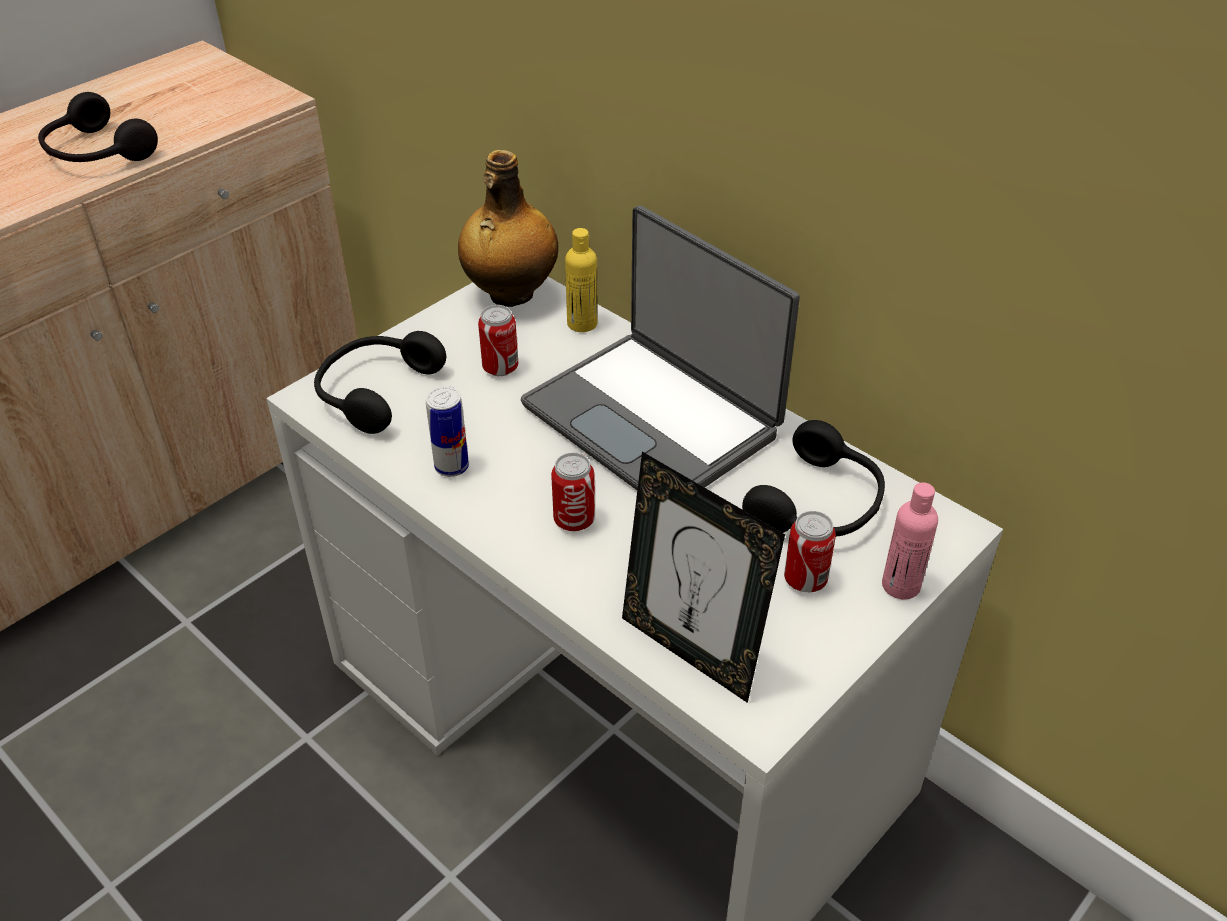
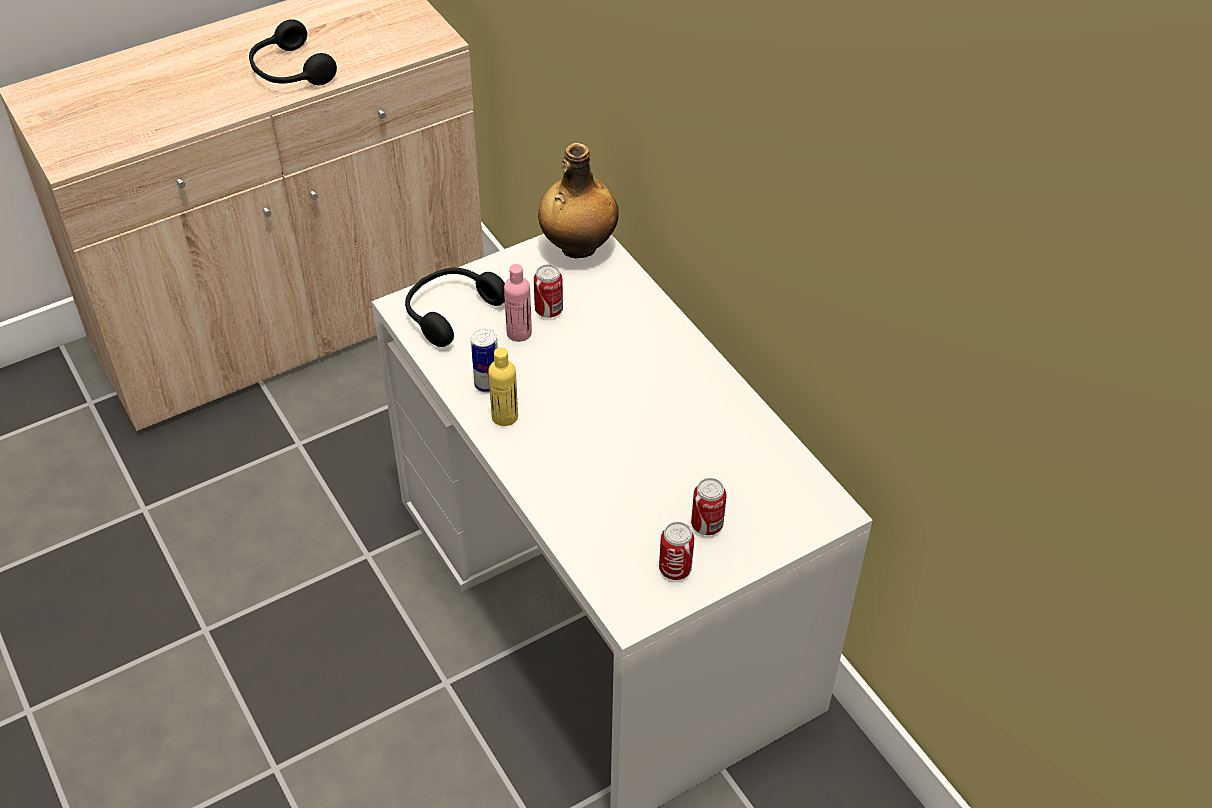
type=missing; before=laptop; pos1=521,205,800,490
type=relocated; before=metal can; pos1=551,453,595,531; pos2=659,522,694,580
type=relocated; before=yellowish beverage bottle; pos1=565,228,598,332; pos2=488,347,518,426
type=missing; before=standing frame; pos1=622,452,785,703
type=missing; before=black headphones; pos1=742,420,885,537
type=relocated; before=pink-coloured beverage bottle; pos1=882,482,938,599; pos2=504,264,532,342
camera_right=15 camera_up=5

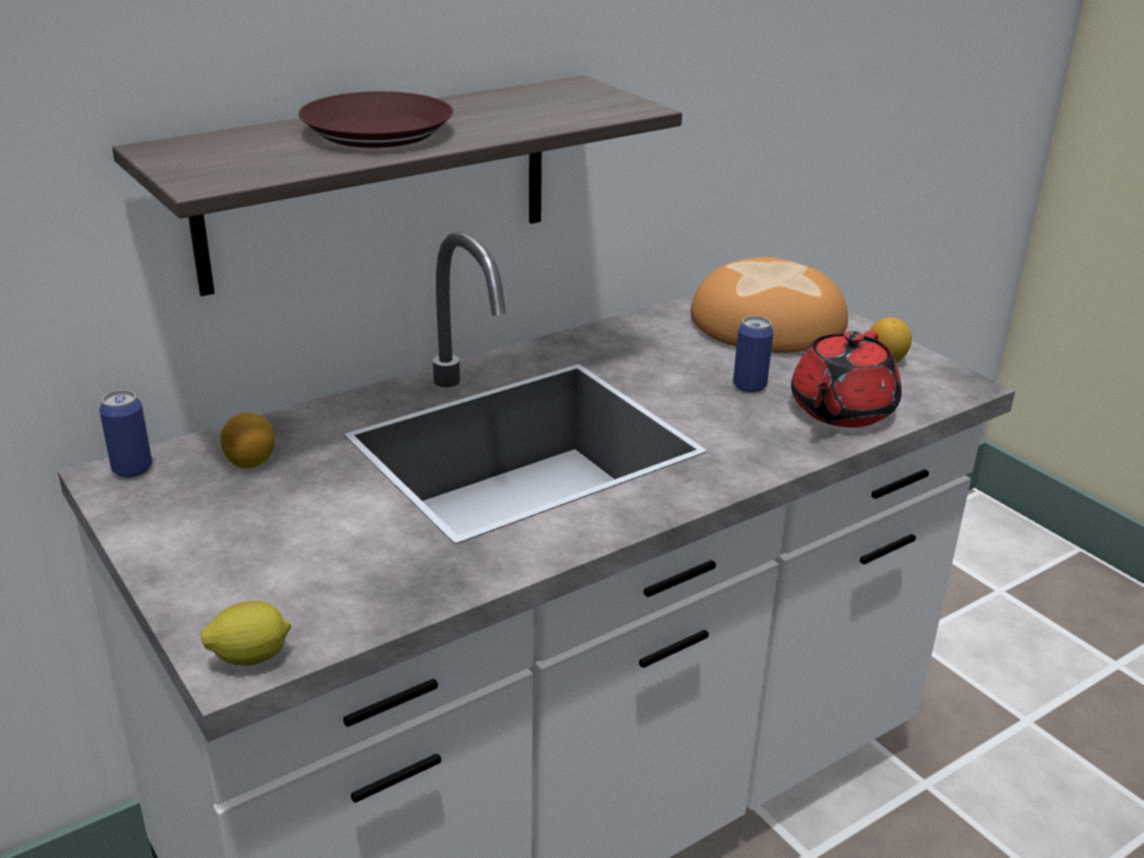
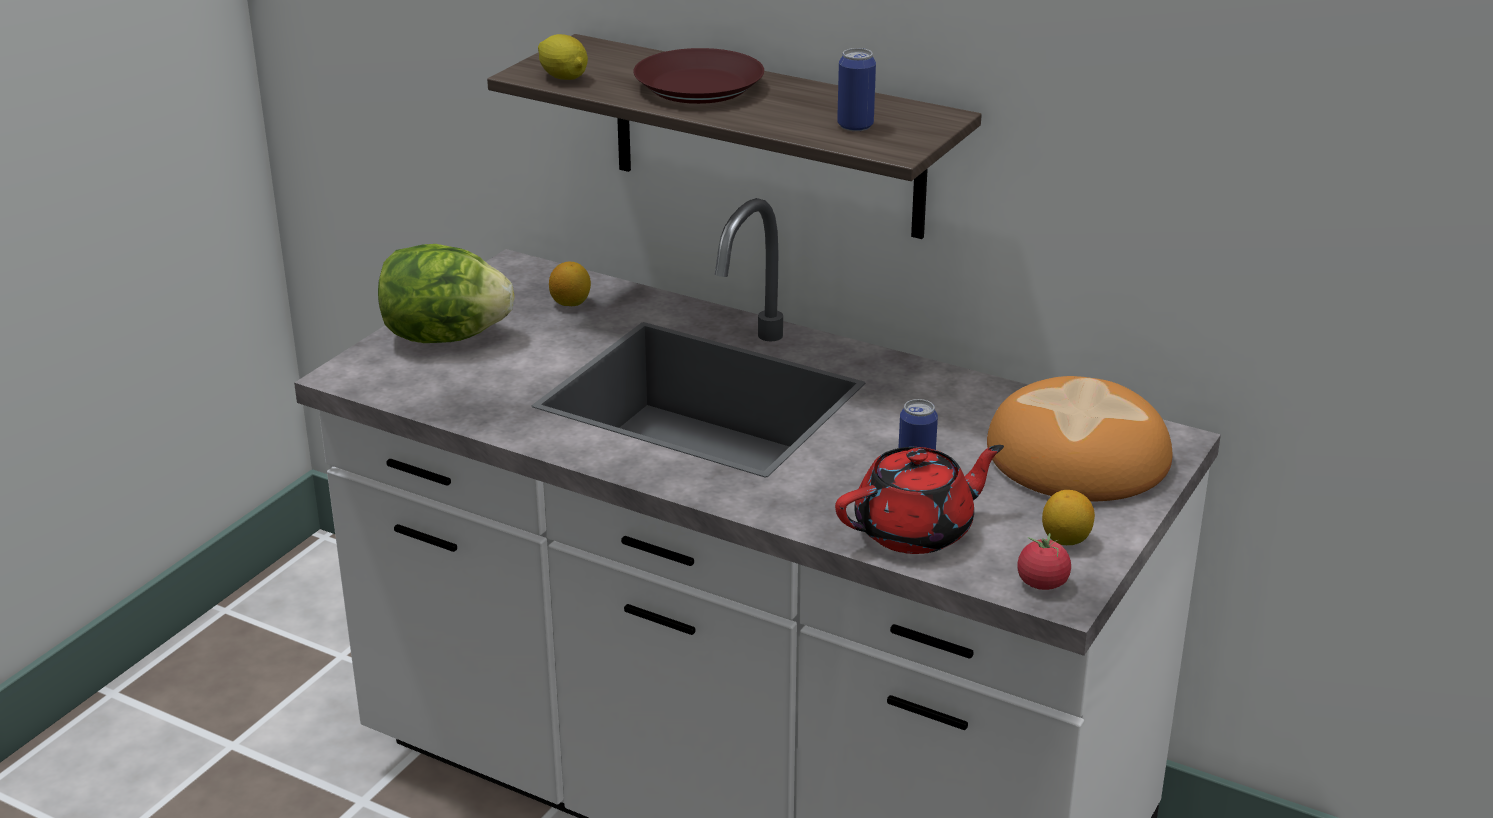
type=relocated; before=metal can; pos1=99,390,152,478; pos2=837,48,876,131
type=relocated; before=whole lemon; pos1=200,601,291,666; pos2=538,34,588,80
type=spun; before=red-coloured teapot; pos1=791,331,902,427; pos2=835,445,1004,554; turn=150
type=appeared; after=lettuce; pos2=378,244,515,343
type=appeared; after=fresh tomato; pos2=1017,533,1071,590
camera_right=65 camera_up=0

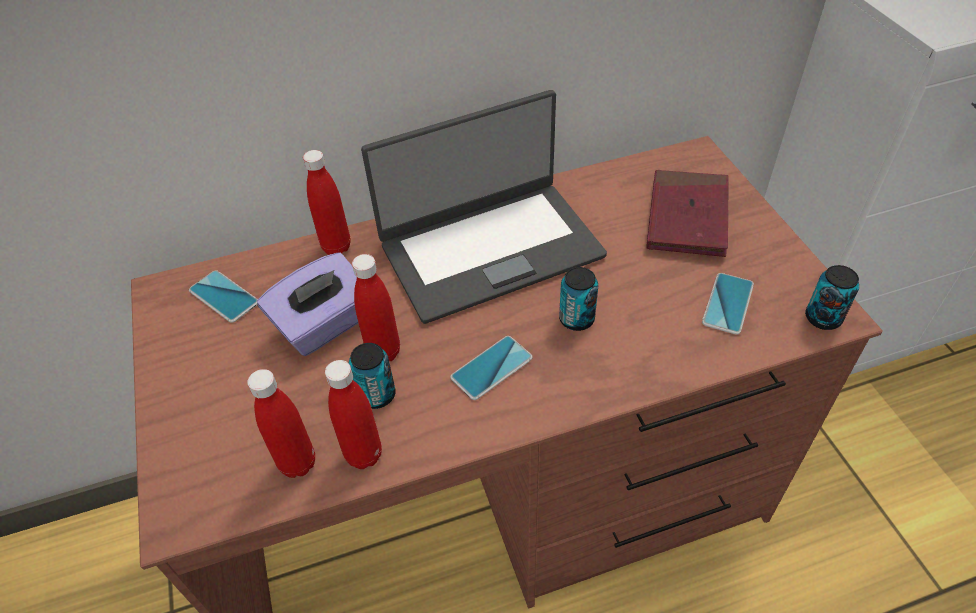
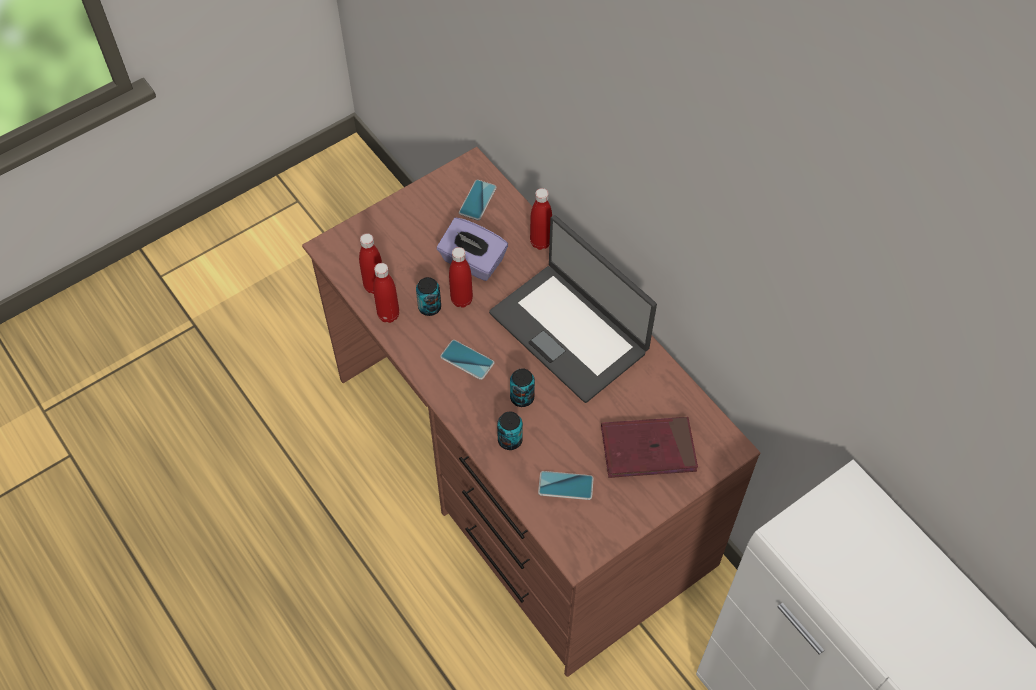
type=relocated; before=metal can; pos1=805,265,859,330; pos2=497,411,523,450
camera_right=70 camera_up=10

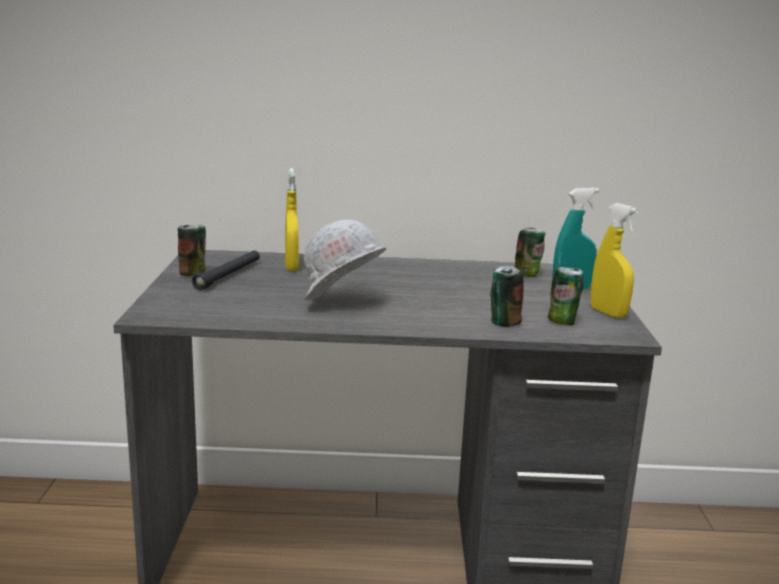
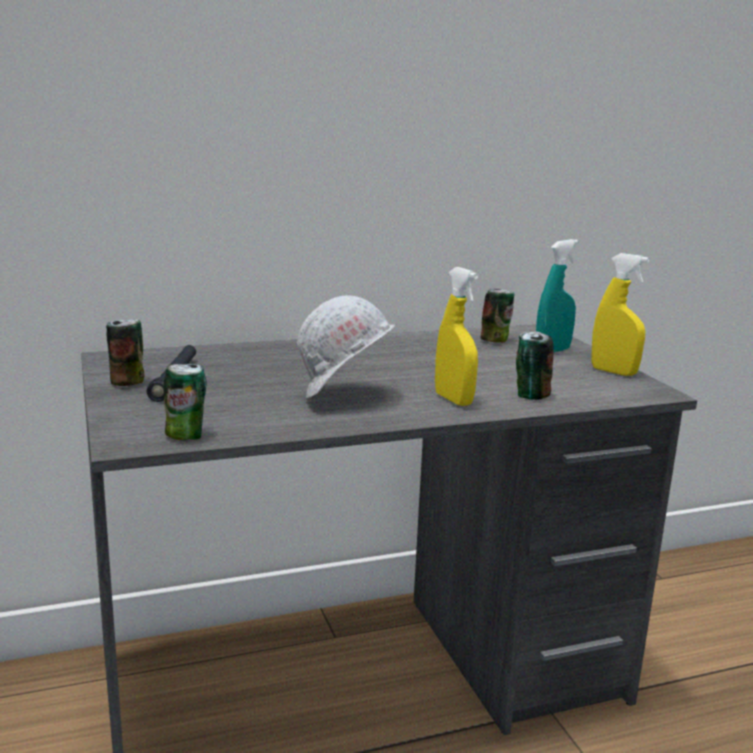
type=relocated; before=yellowish hand sprayer; pos1=285,168,299,271; pos2=435,267,478,406
type=relocated; before=metal can; pos1=548,267,584,325; pos2=164,364,207,440
camera_right=-20 camera_up=0

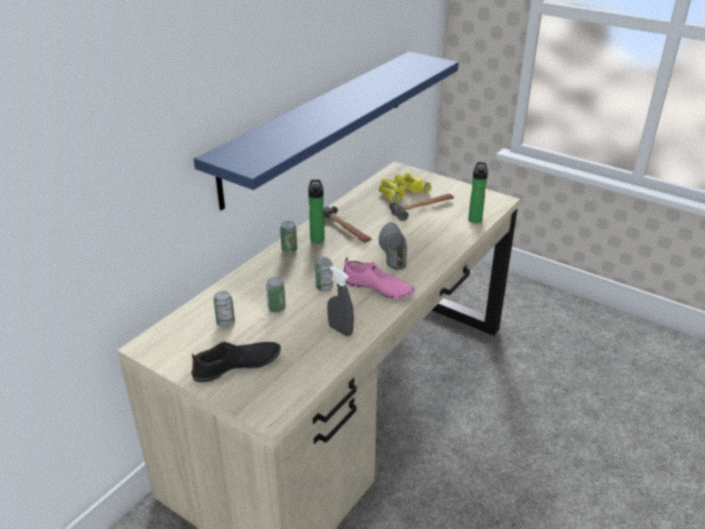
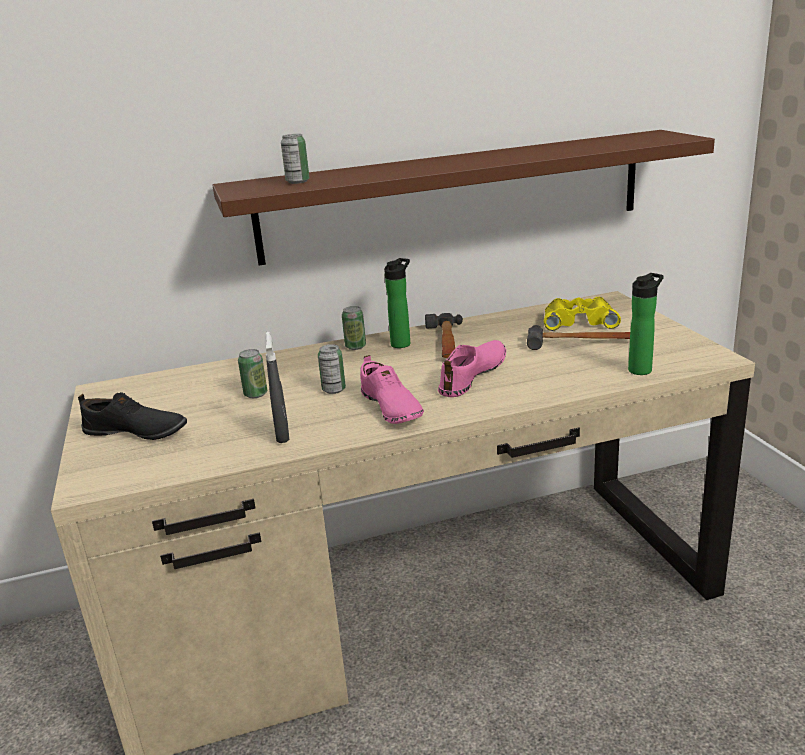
type=colour; before=blue bracket shelf; after=brown-coloured bracket shelf; pos1=194,52,459,210; pos2=213,130,715,266
type=relocated; before=metal can; pos1=213,291,235,327; pos2=281,134,310,184
type=colour; before=greyish item of footwear; after=pink-coloured item of footwear; pos1=379,222,407,270; pos2=438,340,506,397
camera_right=40 camera_up=-10

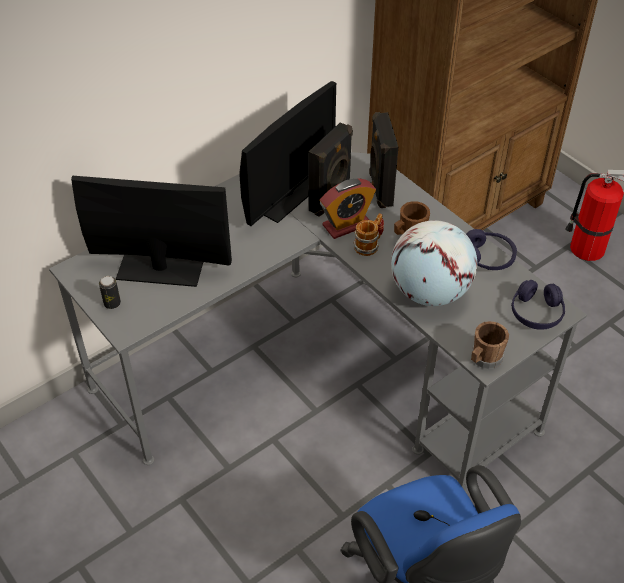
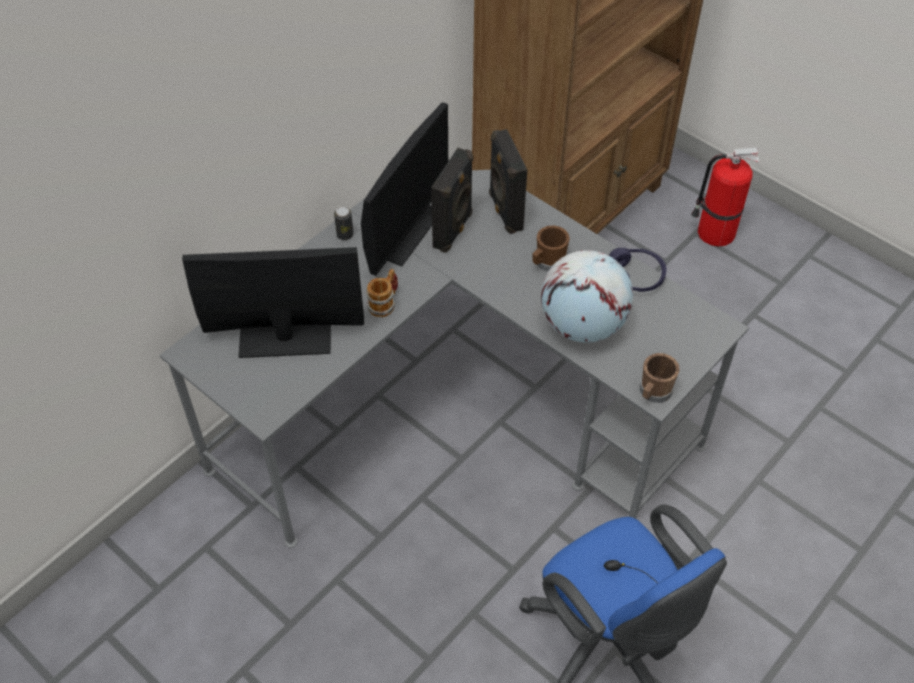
type=relocated; before=metal can; pos1=99,276,121,309; pos2=334,207,354,240
type=missing; before=table clock; pos1=320,178,376,239
type=relocated; before=coffee mug; pos1=353,213,384,256; pos2=366,269,398,317
type=missing; before=purple-coloured headphones; pos1=511,280,565,330
camera_right=-10 camera_up=5

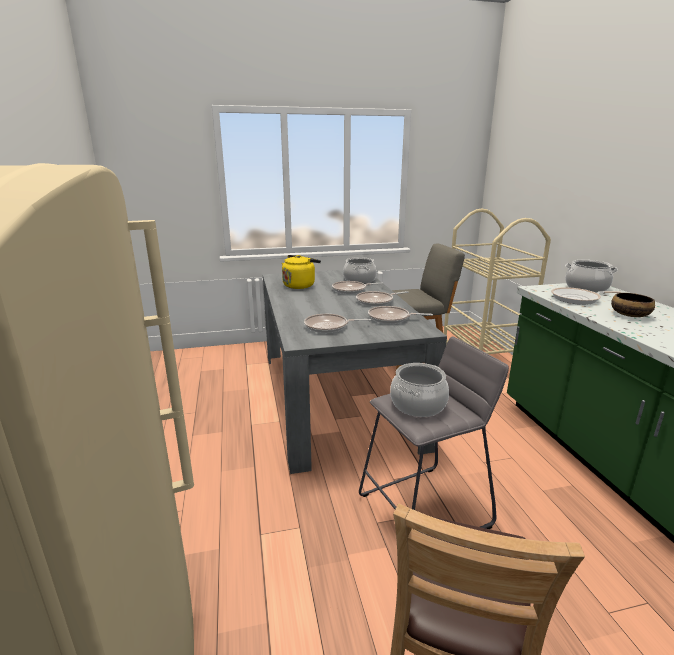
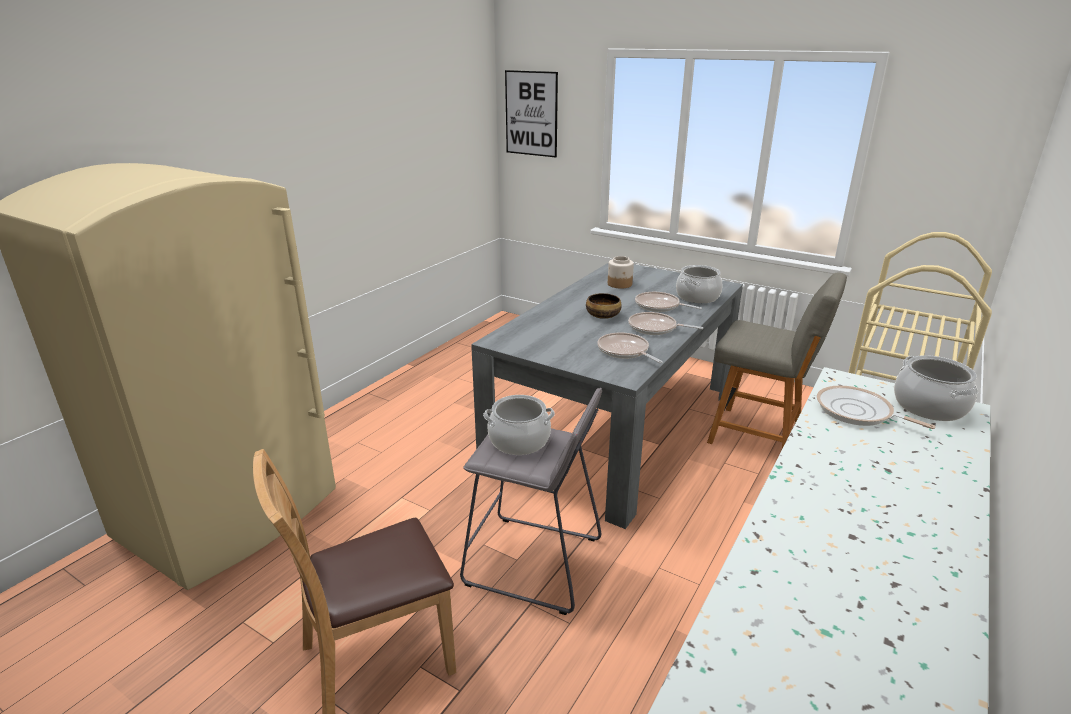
type=exchanged; before=yellowish kettle; after=preserve jar; pos1=282,255,321,289; pos2=608,256,634,288
type=missing; before=frying pan; pos1=304,314,371,333
type=relocated; before=bowl; pos1=611,293,655,317; pos2=586,293,622,319
type=appeared; after=wall art; pos2=505,70,558,157
camera_right=45 camera_up=5

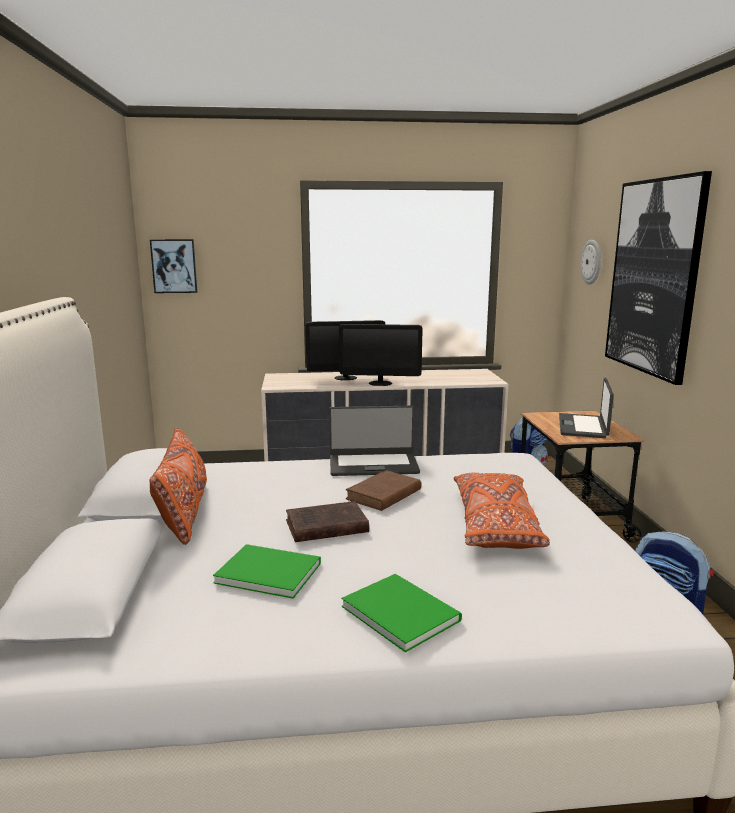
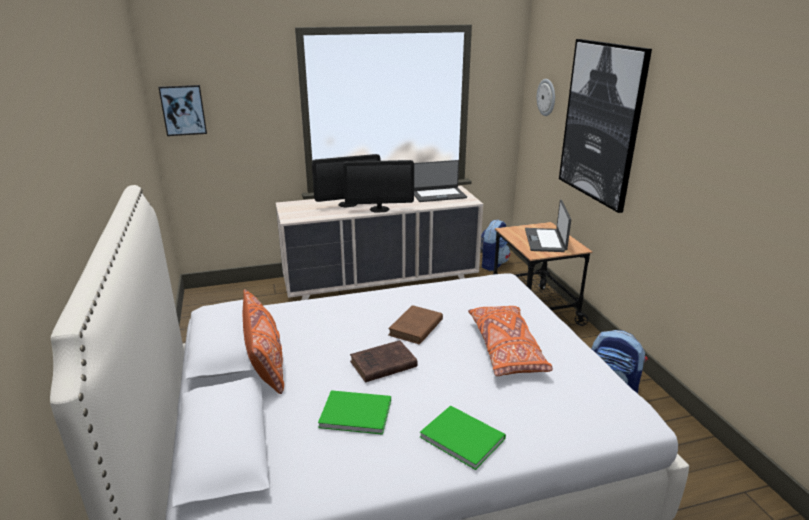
type=relocated; before=laptop; pos1=329,406,420,476; pos2=414,160,467,202
camera_right=-10 camera_up=10

